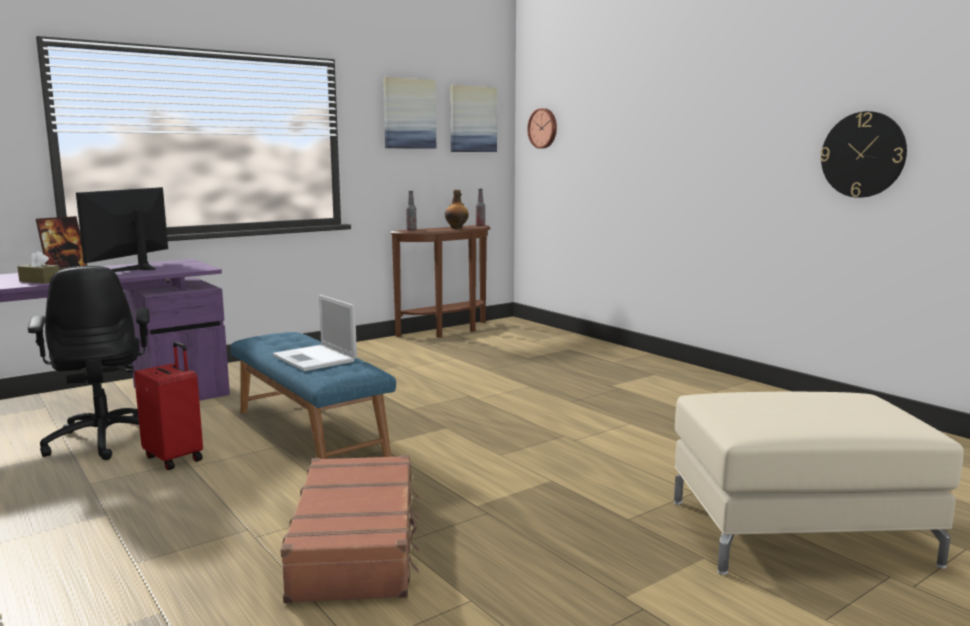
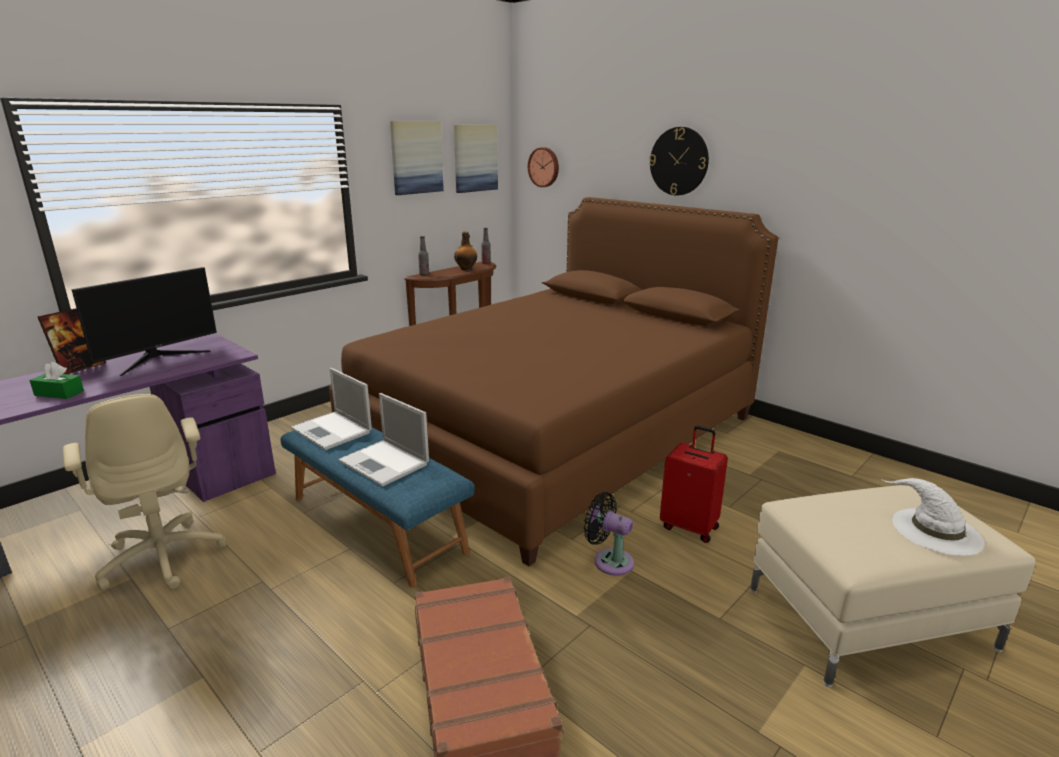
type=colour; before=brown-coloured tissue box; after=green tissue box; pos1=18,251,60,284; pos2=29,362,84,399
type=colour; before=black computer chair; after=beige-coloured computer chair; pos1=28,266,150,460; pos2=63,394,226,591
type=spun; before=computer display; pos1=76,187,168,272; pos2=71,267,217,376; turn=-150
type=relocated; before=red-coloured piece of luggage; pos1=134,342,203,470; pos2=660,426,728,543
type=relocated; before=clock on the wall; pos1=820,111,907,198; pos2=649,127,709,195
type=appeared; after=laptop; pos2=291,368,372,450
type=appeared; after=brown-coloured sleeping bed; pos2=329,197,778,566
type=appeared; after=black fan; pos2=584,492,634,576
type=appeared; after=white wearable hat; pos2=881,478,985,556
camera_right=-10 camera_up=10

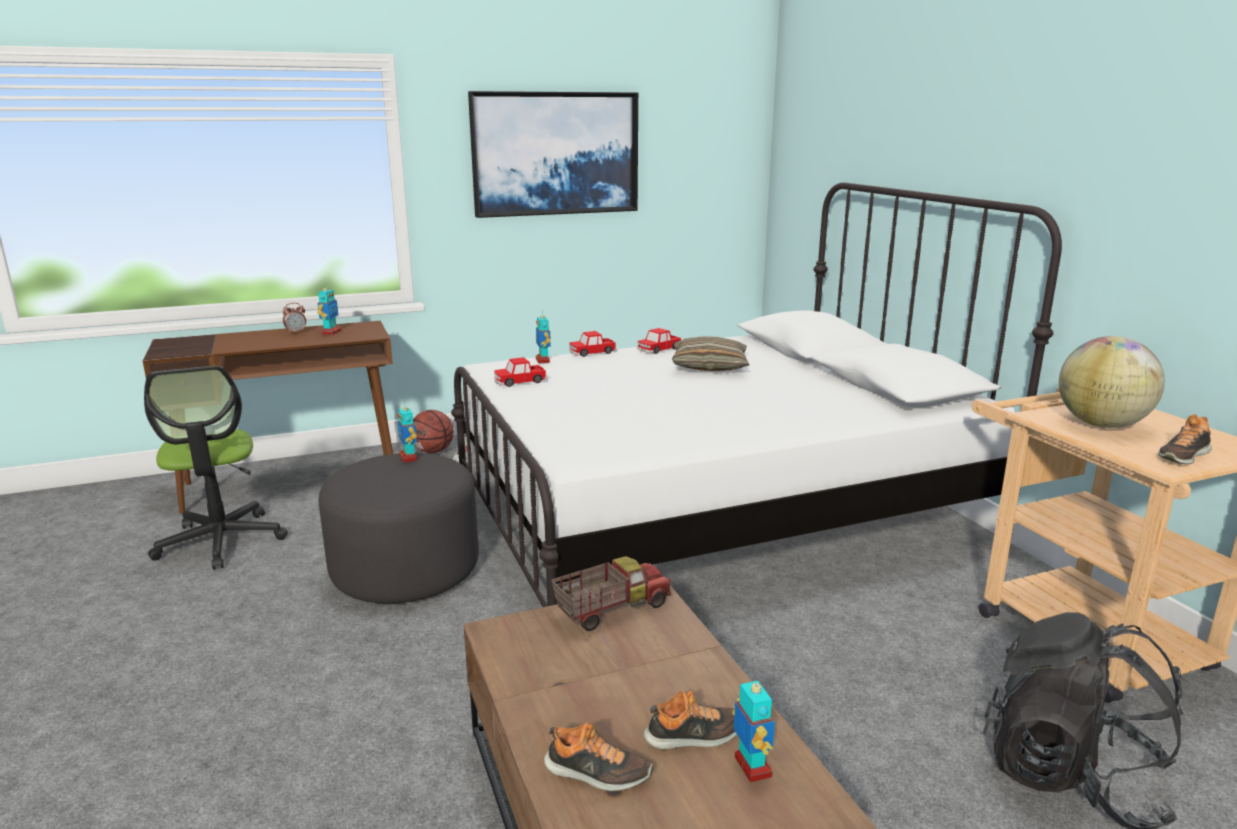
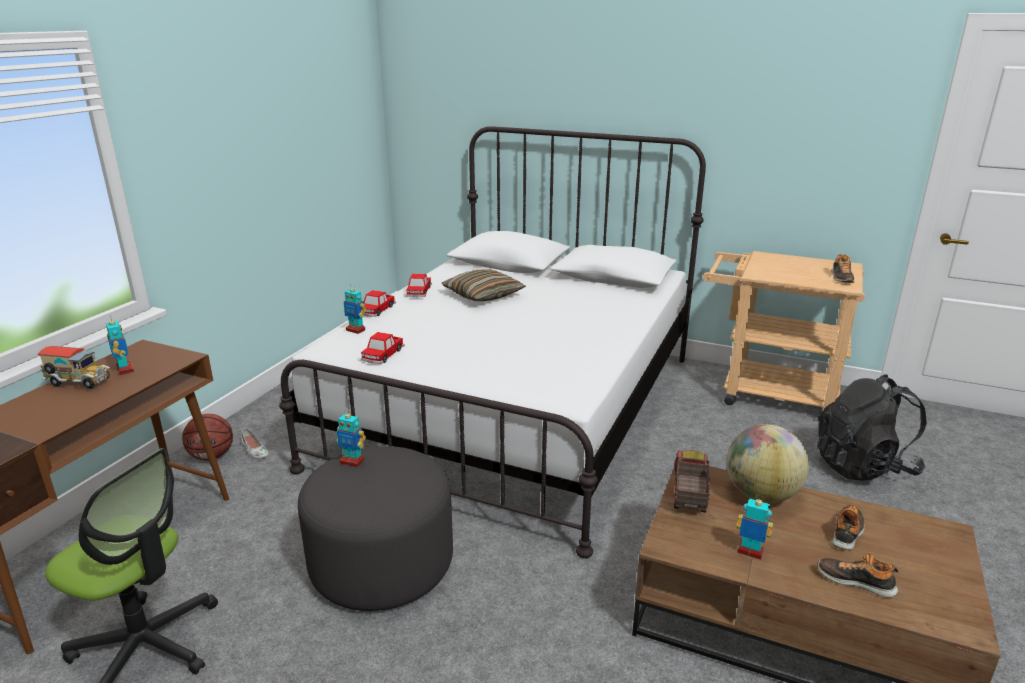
type=exchanged; before=table clock; after=toy truck; pos1=282,303,306,334; pos2=38,346,110,389
type=missing; before=wall art; pos1=468,91,638,218
type=spun; before=item of footwear; pos1=544,722,653,791; pos2=817,551,898,598; turn=-120
type=relocated; before=model robot; pos1=732,675,775,783; pos2=736,495,773,560
type=relocated; before=desk globe; pos1=1059,336,1165,428; pos2=727,424,809,503
camera_right=-45 camera_up=5

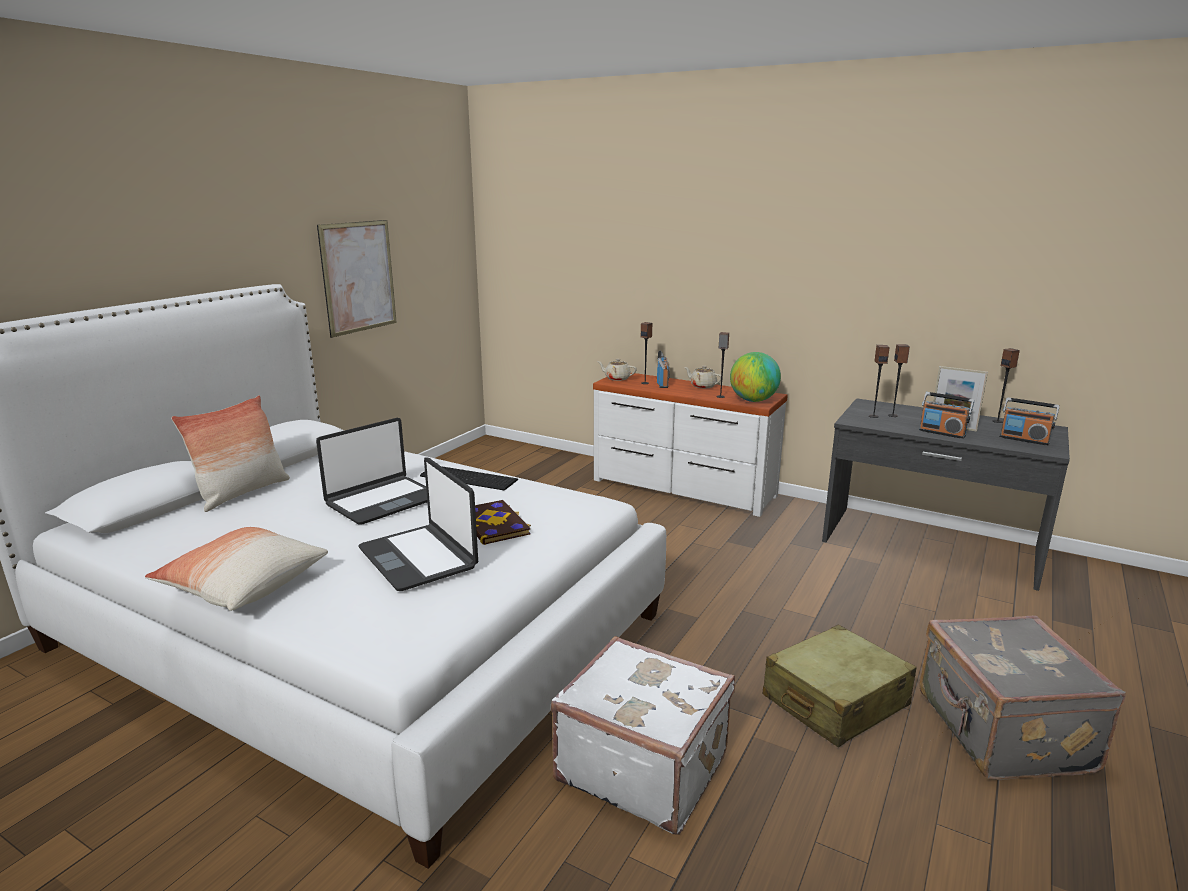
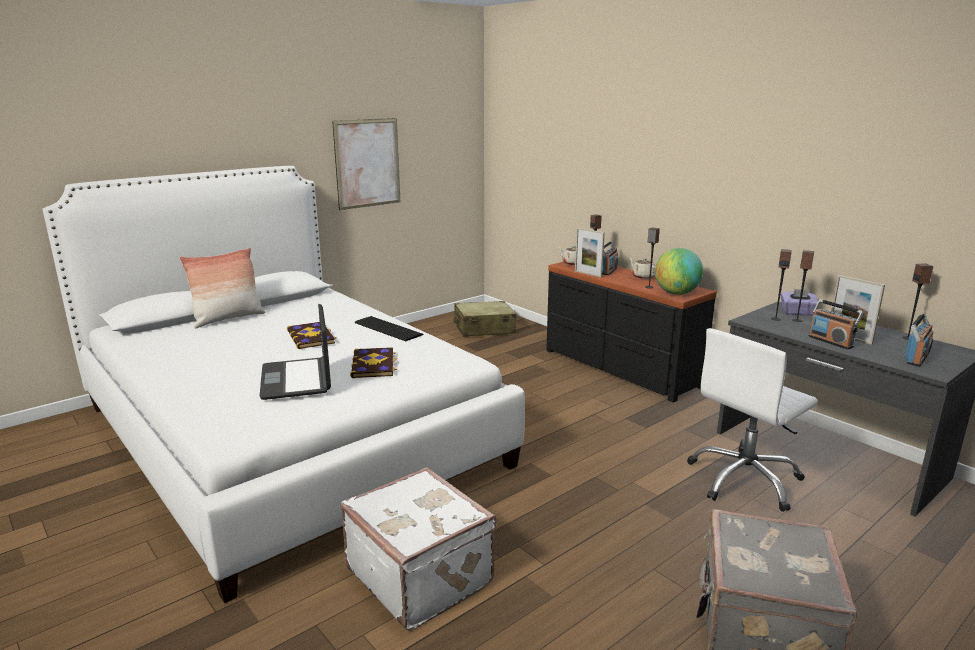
type=missing; before=throw pillow; pos1=145,527,328,611
type=exchanged; before=laptop; after=volume; pos1=316,418,427,525; pos2=287,322,337,349
type=colour; before=white dresser; after=black dresser; pos1=593,373,788,517; pos2=546,262,717,402
type=relocated; before=beige-coloured piece of luggage; pos1=763,625,916,747; pos2=453,301,516,337
type=spun; before=radio receiver; pos1=1000,398,1059,446; pos2=905,313,933,367; turn=-105
type=appeared; after=standing frame; pos2=575,228,605,277
type=appeared; after=white computer chair; pos2=687,328,818,512
type=appeared; after=purple-coloured tissue box; pos2=781,289,818,316
camera_right=20 camera_up=0

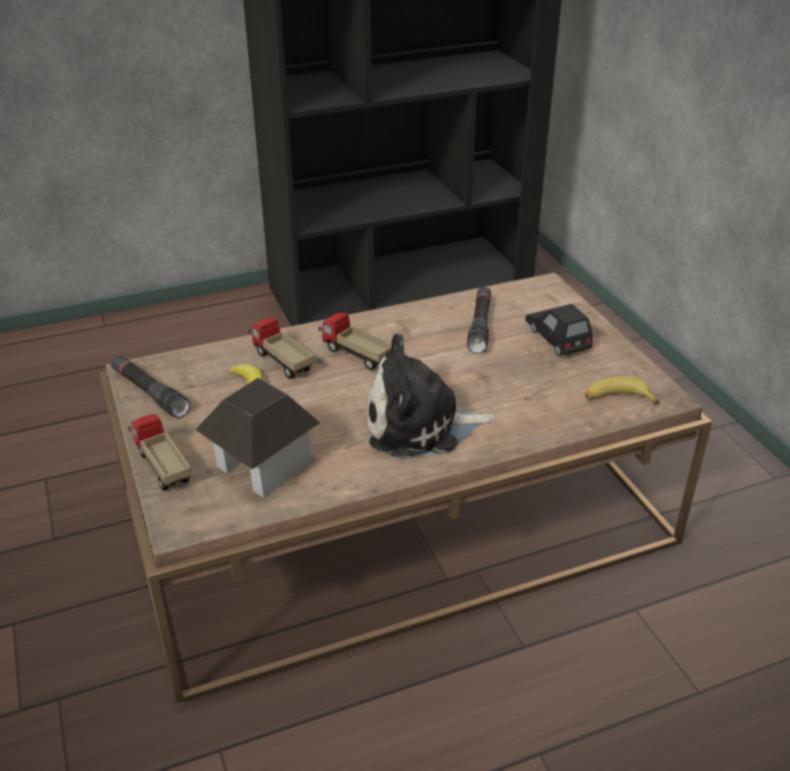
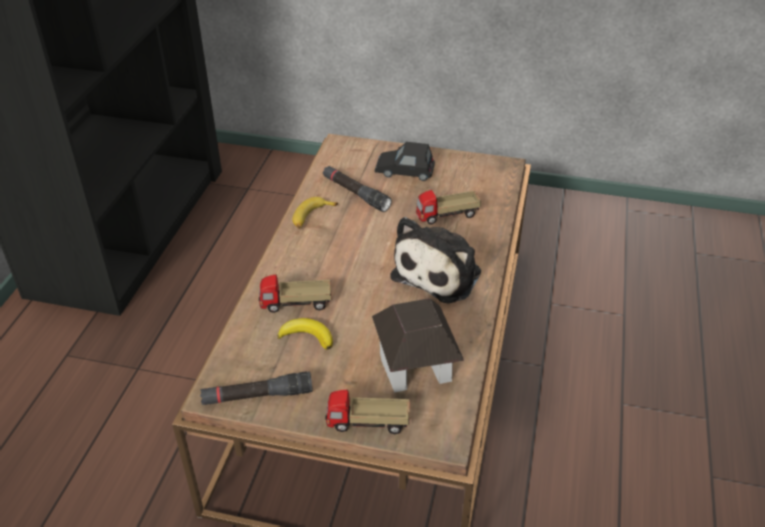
type=relocated; before=toy truck; pos1=319,313,392,370; pos2=416,190,481,225
type=relocated; before=banana; pos1=585,377,660,404; pos2=292,197,338,229
camera_right=-55 camera_up=5

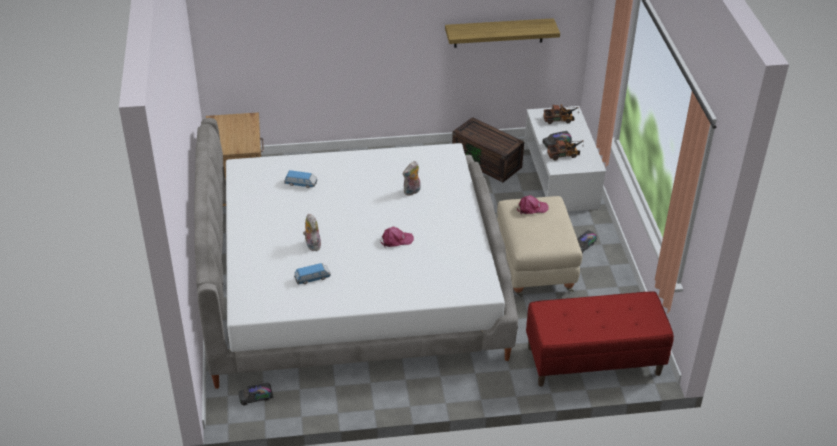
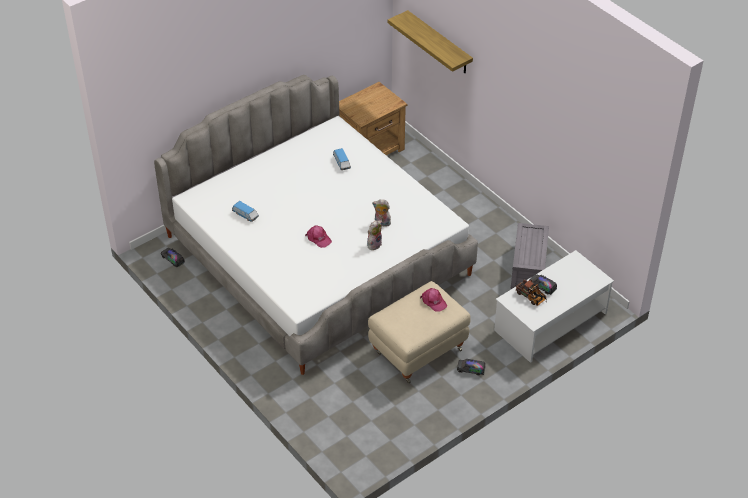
type=relocated; before=cuddly toy; pos1=303,214,321,251; pos2=367,220,382,250
type=relocated; before=bracket shelf; pos1=445,18,560,48; pos2=388,10,473,73
type=colour; before=brown-coloured storage bin; after=greyish storage bin; pos1=452,117,524,183; pos2=511,223,549,289
type=missing; before=red-coloured long seat; pos1=526,291,674,387
type=missing; before=toy truck; pos1=543,104,579,124
camera_right=60 camera_up=5

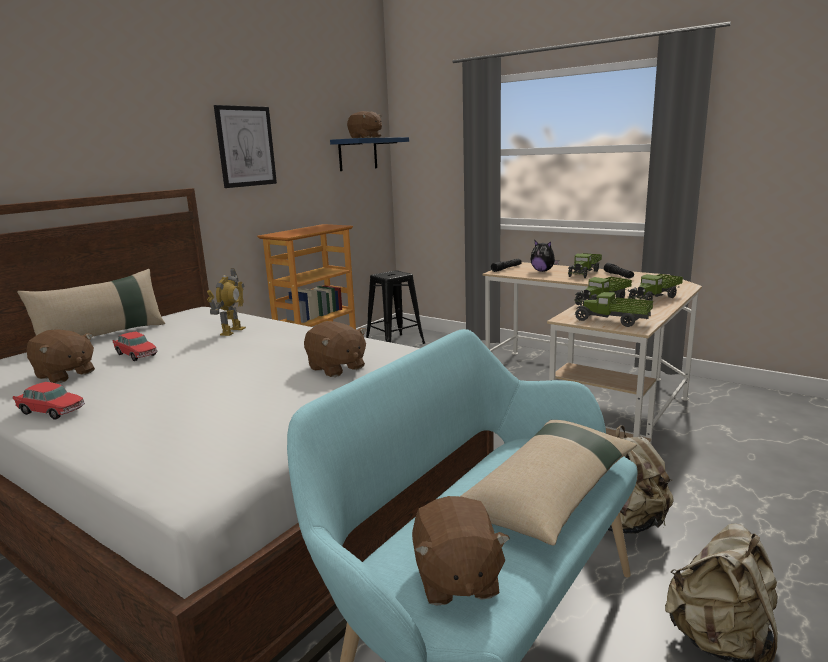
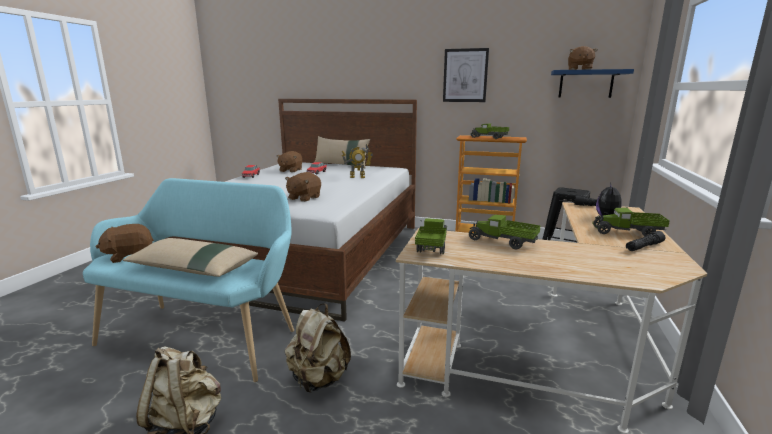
type=relocated; before=toy truck; pos1=629,274,683,303; pos2=470,123,509,139
camera_right=70 camera_up=0

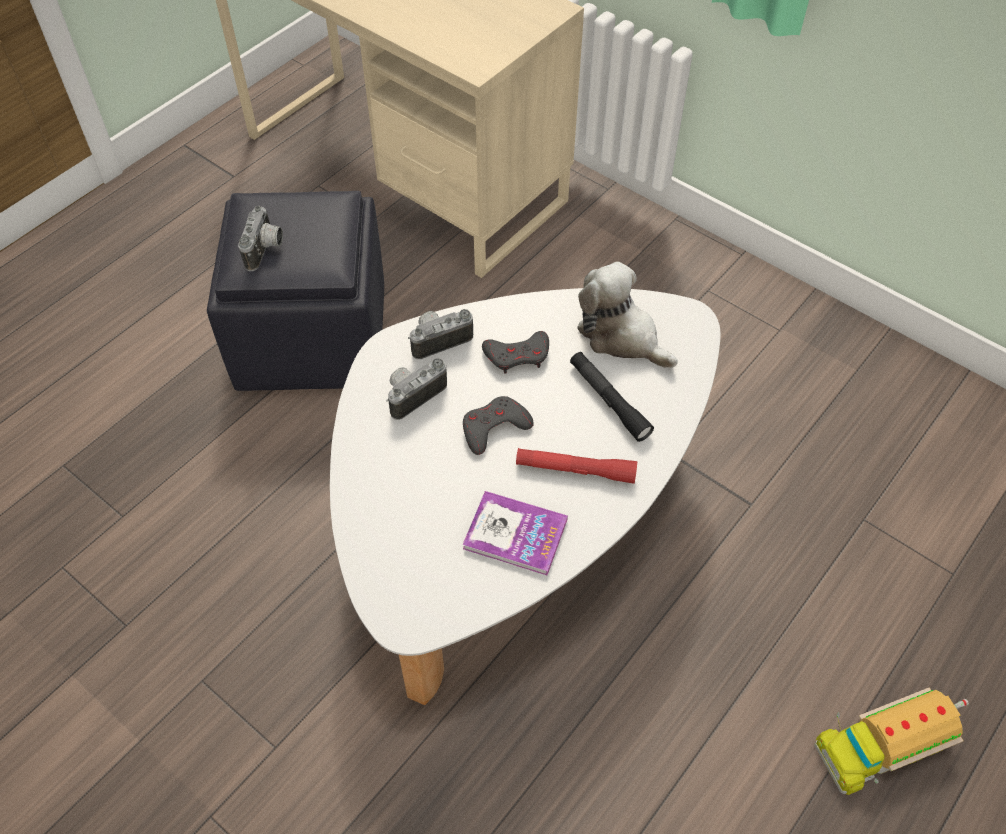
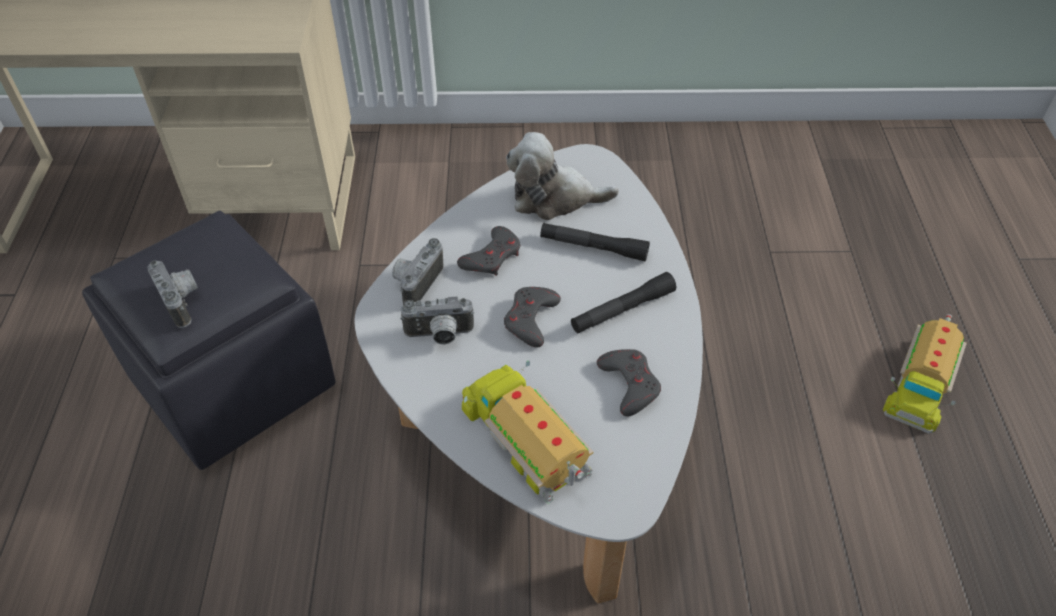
type=spun; before=still camera; pos1=386,358,447,420; pos2=400,297,474,345; turn=-105
type=exchanged; before=volume; after=greyish joypad; pos1=462,491,568,575; pos2=597,349,661,416
type=colour; before=red-coloured hand torch; after=black hand torch; pos1=516,448,637,484; pos2=571,272,676,333
type=appeared; after=toy truck; pos2=462,361,594,504
camera_right=-40 camera_up=-5

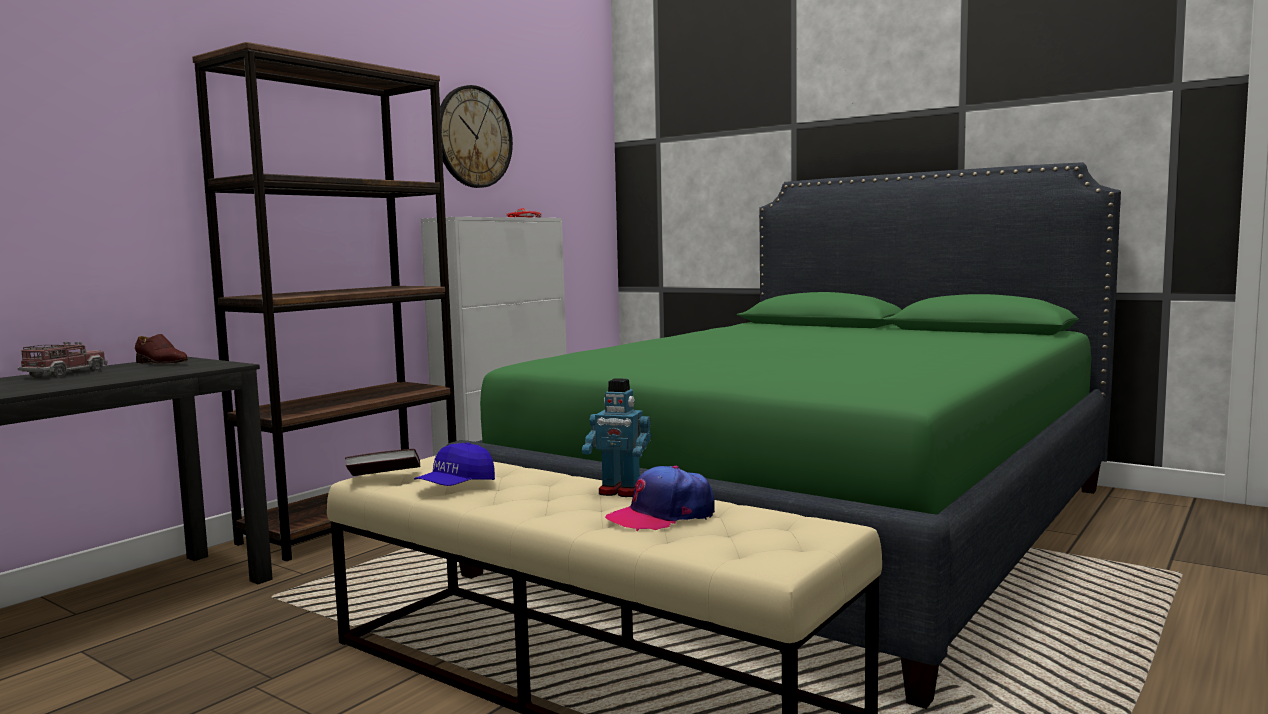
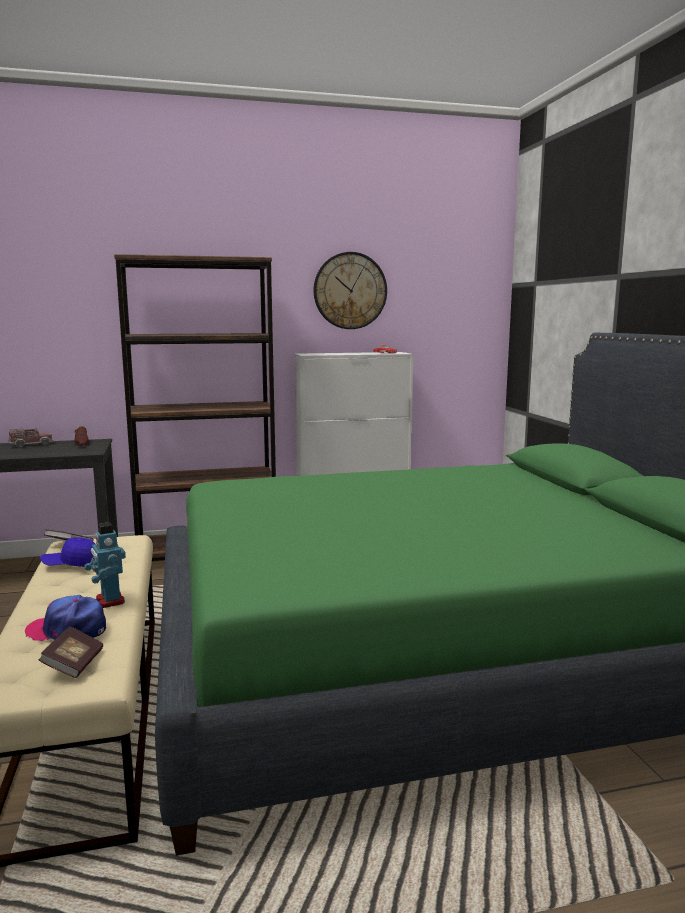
type=appeared; after=volume; pos2=39,626,103,678
camera_right=40 camera_up=5

